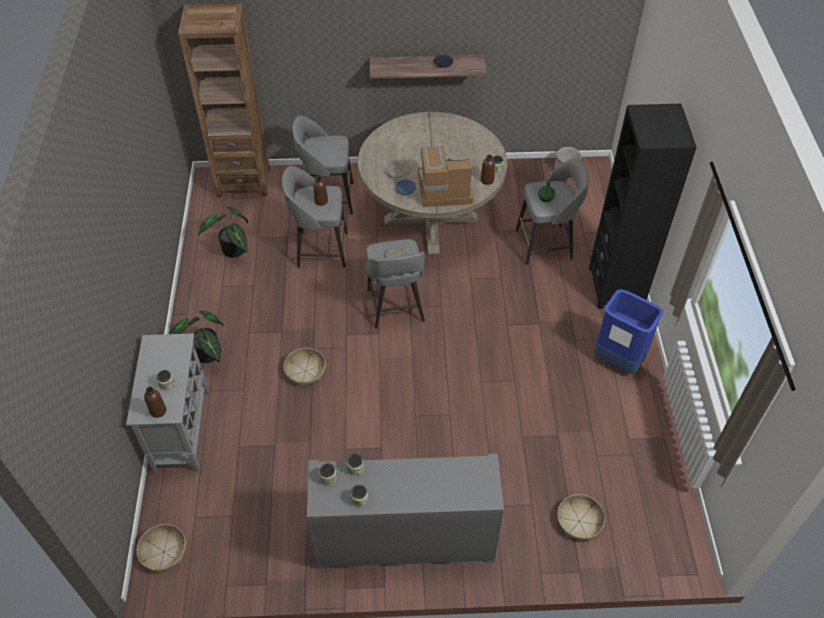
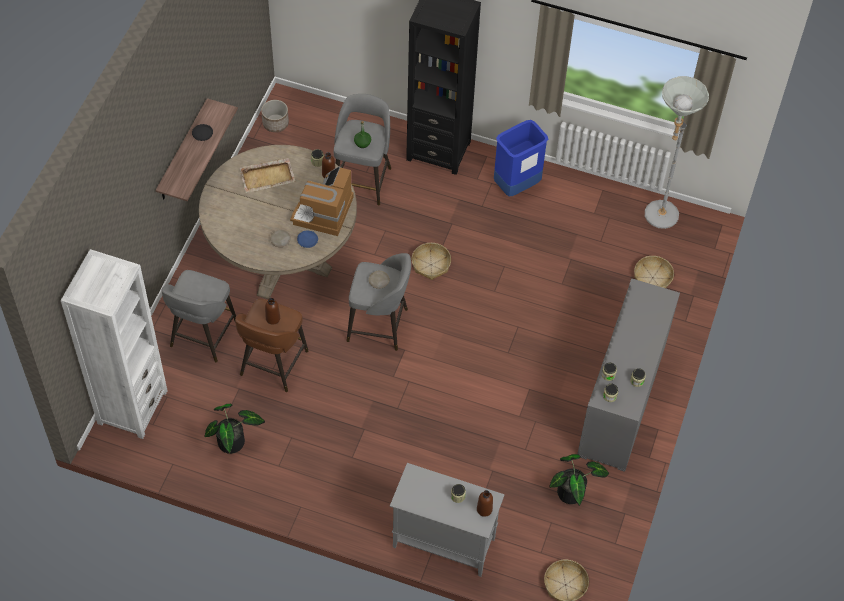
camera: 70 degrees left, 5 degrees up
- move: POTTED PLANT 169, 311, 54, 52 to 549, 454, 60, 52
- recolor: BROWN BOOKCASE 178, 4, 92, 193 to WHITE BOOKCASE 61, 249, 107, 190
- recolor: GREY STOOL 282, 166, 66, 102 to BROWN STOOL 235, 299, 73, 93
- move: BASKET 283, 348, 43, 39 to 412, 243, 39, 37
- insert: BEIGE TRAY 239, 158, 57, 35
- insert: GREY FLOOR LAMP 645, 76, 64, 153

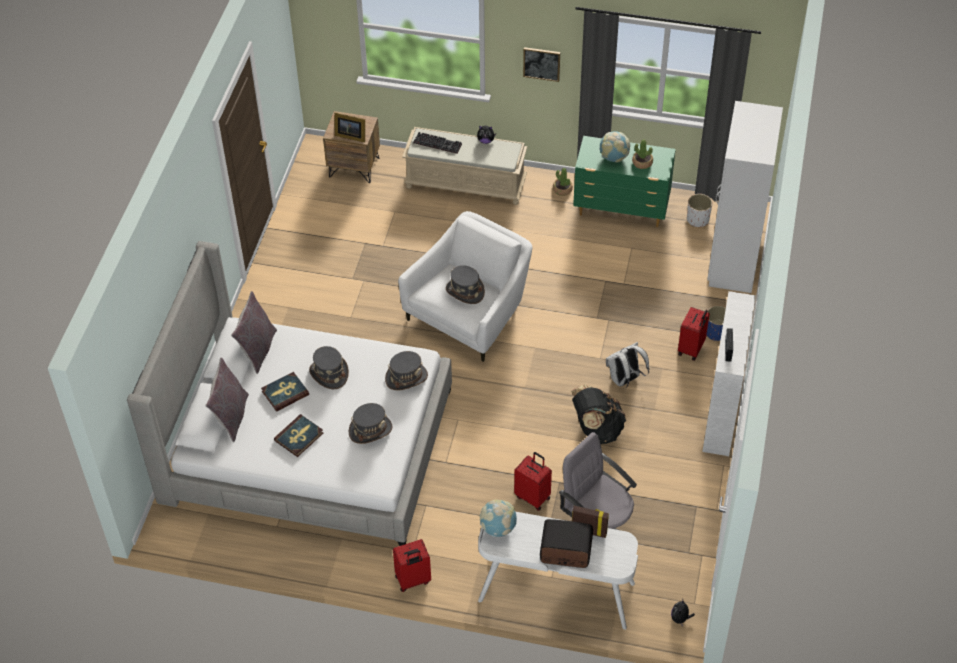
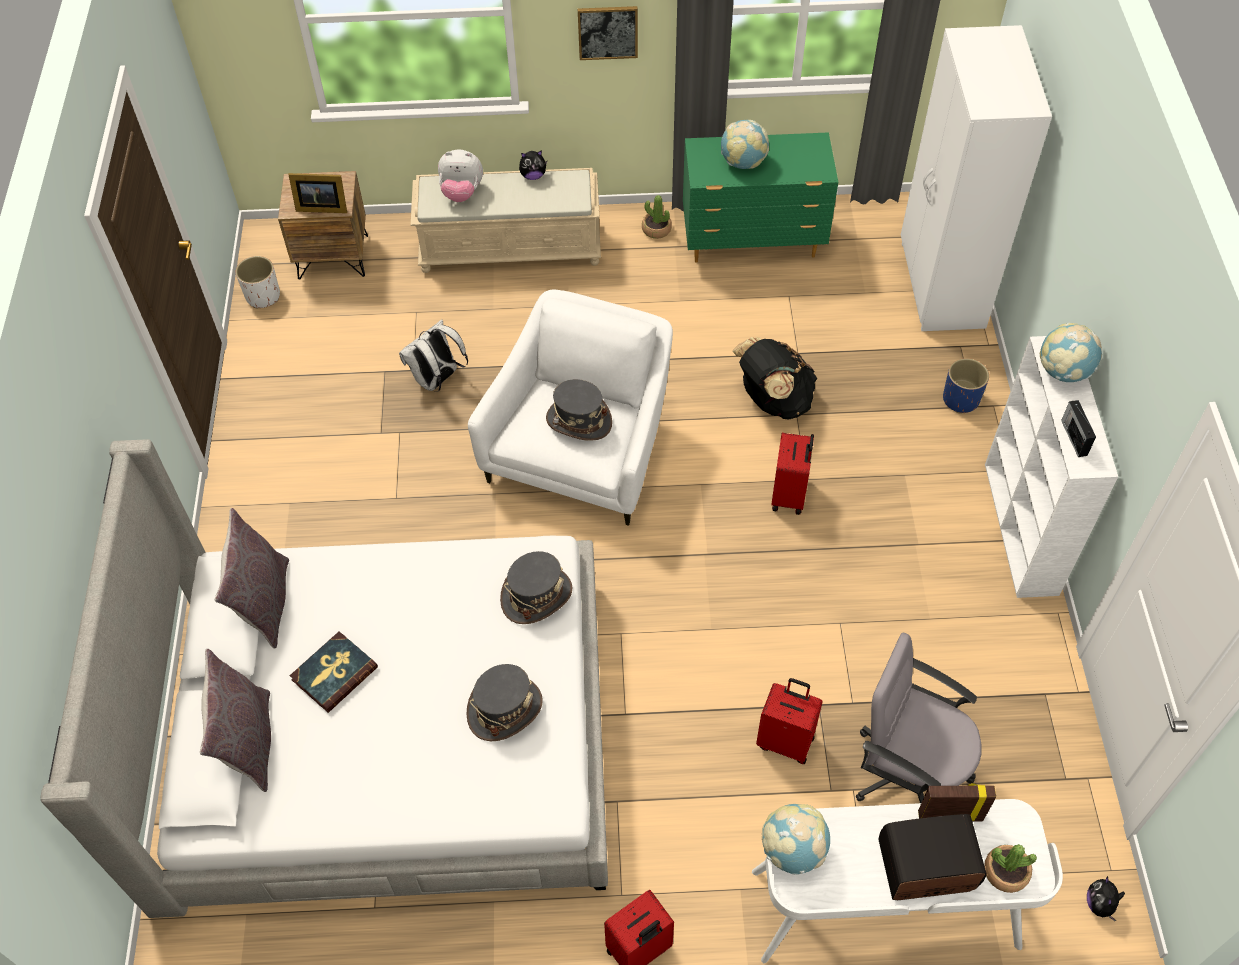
camera: 15 degrees left, 5 degrees up
- delete: BOOK 274, 414, 49, 43
- delete: GREY HAT 309, 346, 40, 43
- replace: KEYBOARD 413, 132, 49, 22 to PLUSH TOY 438, 150, 45, 52
- move: BLACK BACKPACK 571, 385, 55, 59 to 733, 337, 85, 83
- move: WHITE BACKPACK 606, 342, 43, 46 to 399, 319, 69, 73
- move: POTTED PLANT 632, 140, 21, 29 to 984, 844, 53, 49
- move: RED SUITCASE 678, 307, 32, 54 to 771, 433, 43, 82
- move: WHITE PLANTER 687, 194, 25, 33 to 236, 256, 44, 52
- insert: GLOBE 1040, 323, 62, 59

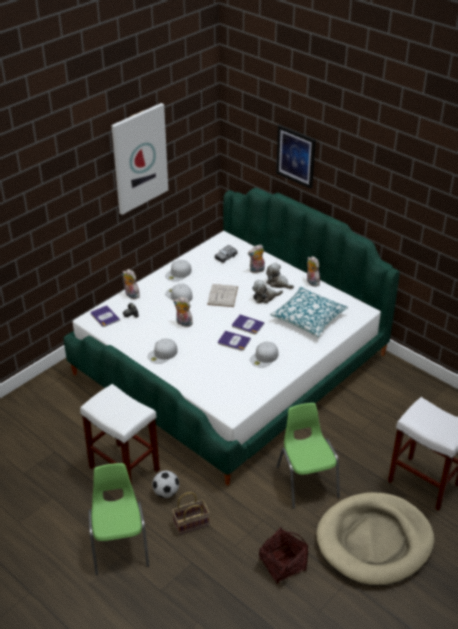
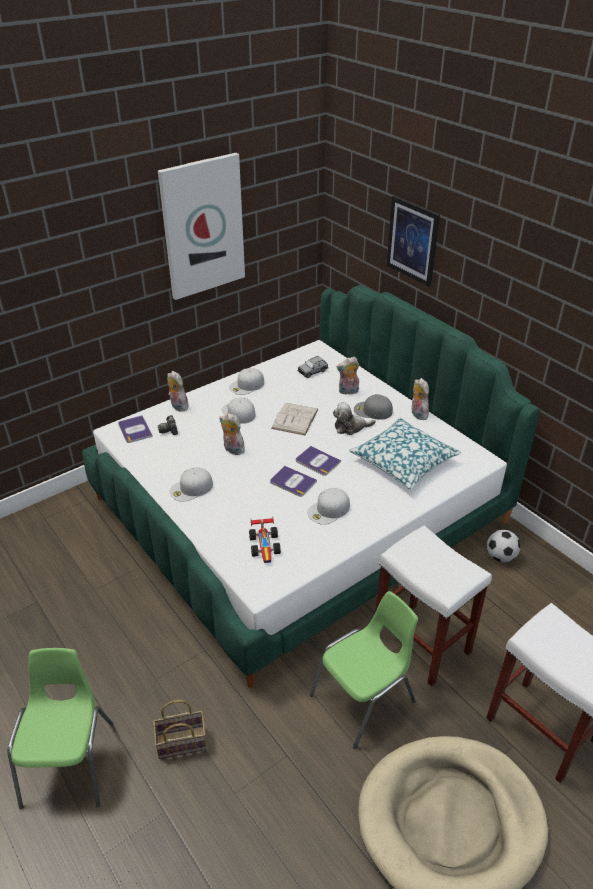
camera: 10 degrees right, 0 degrees up
- move: WHITE STOOL 80, 384, 80, 101 to 375, 526, 117, 161
- move: FOOTBALL 152, 471, 27, 27 to 487, 530, 34, 32
- delete: BASKET 259, 527, 49, 57
- replace: PLUSH TOY 266, 263, 28, 26 to GREY CAP 354, 394, 39, 26
- rotate: GREEN CHAIR 277, 403, 63, 106 = 310, 591, 108, 158 60 degrees clockwise
- insert: TOY CAR 249, 517, 32, 46

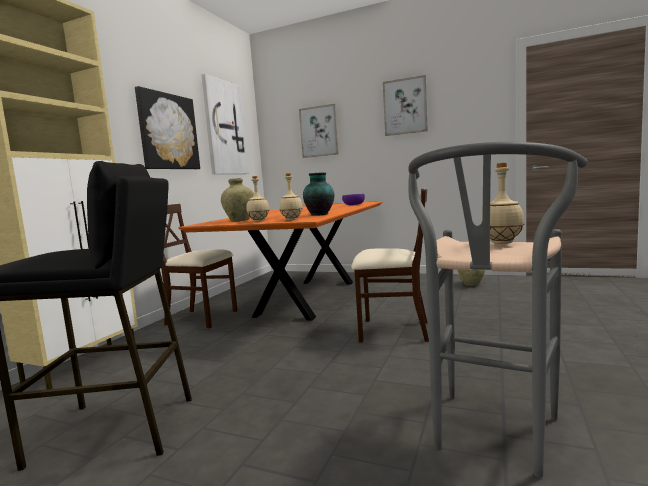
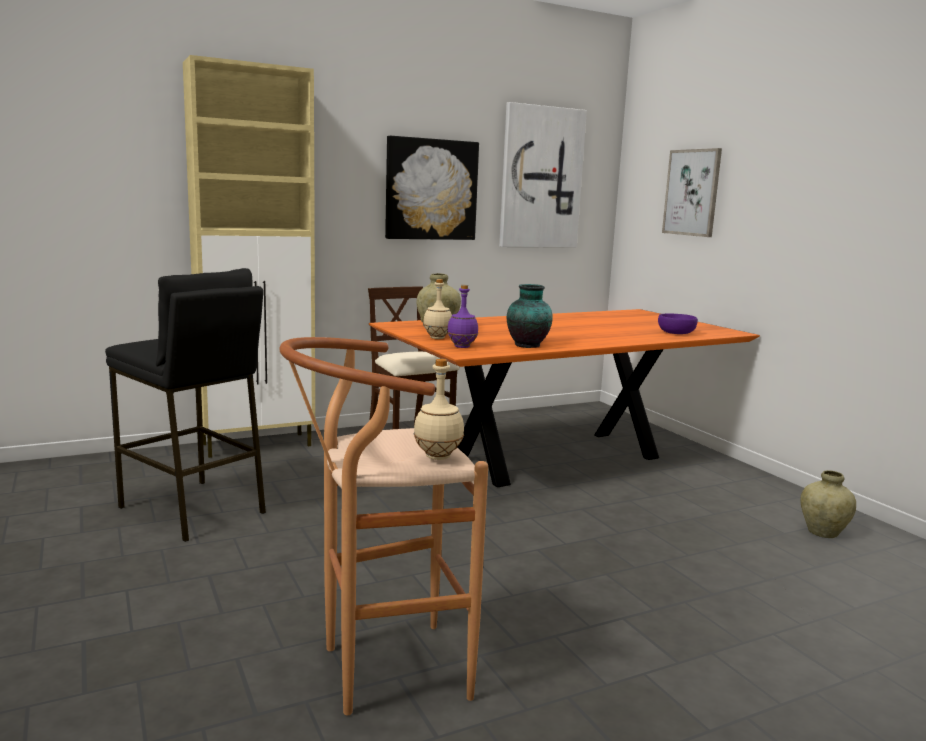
camera: 40 degrees right, 5 degrees up
- recolor: BEIGE BOTTLE 280, 173, 23, 47 to PURPLE BOTTLE 447, 285, 31, 63
- delete: BEIGE CHAIR 351, 189, 78, 154
- delete: PICTURE 383, 75, 45, 61
- recolor: GREY STOOL 408, 142, 180, 336 to BROWN STOOL 279, 337, 209, 378

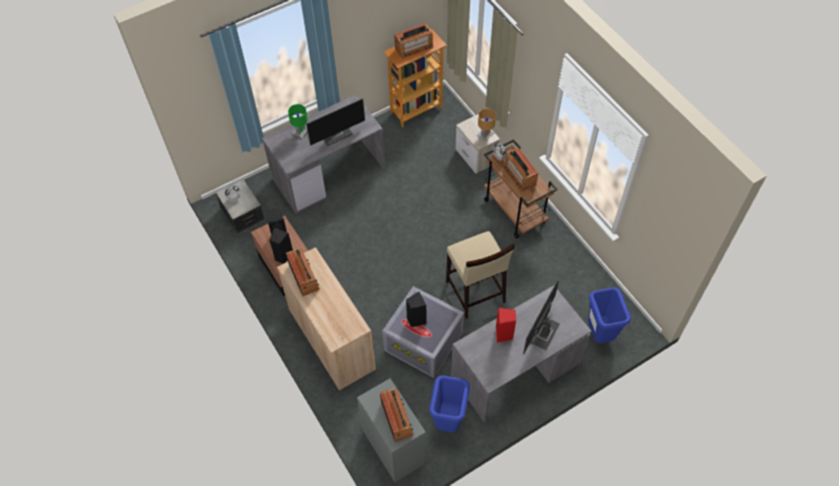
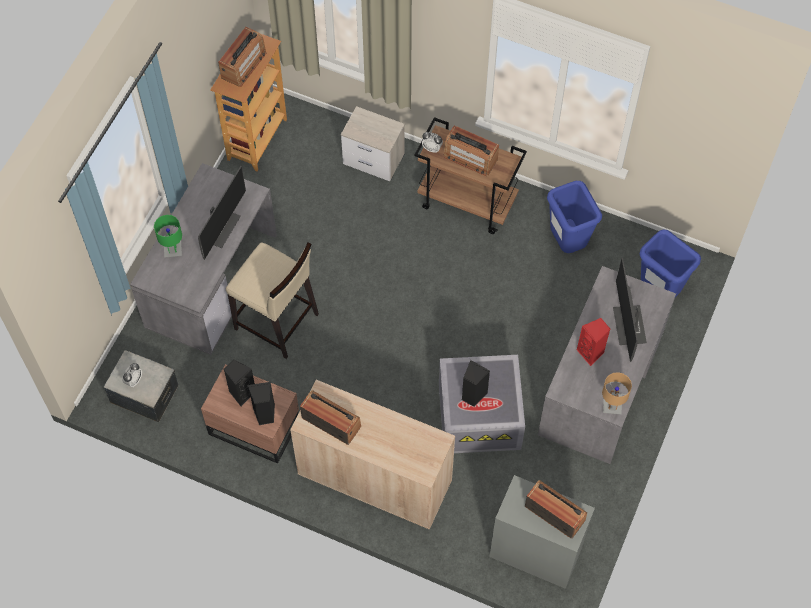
camera: 35 degrees left, 5 degrees up
- move: BLUE TRASH CAN 429, 375, 41, 57 to 547, 181, 55, 72
- move: BEIGE STOOL 446, 231, 69, 88 to 226, 242, 93, 117
- move: BROWN TABLE LAMP 477, 108, 19, 33 to 602, 372, 30, 42

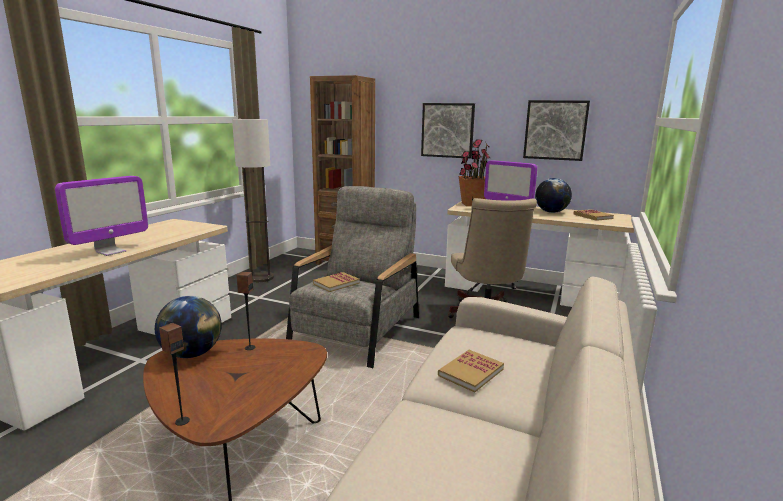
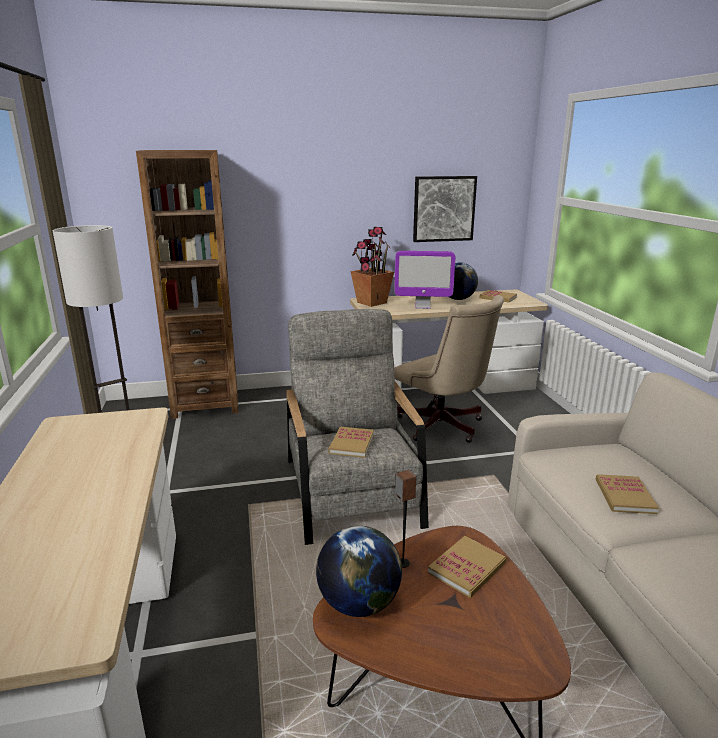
camera: 35 degrees left, 5 degrees up
- delete: MONITOR 55, 176, 93, 80
- delete: SPEAKER 159, 323, 31, 103
- delete: PICTURE 421, 103, 54, 56
- insert: BOOK 428, 536, 79, 62

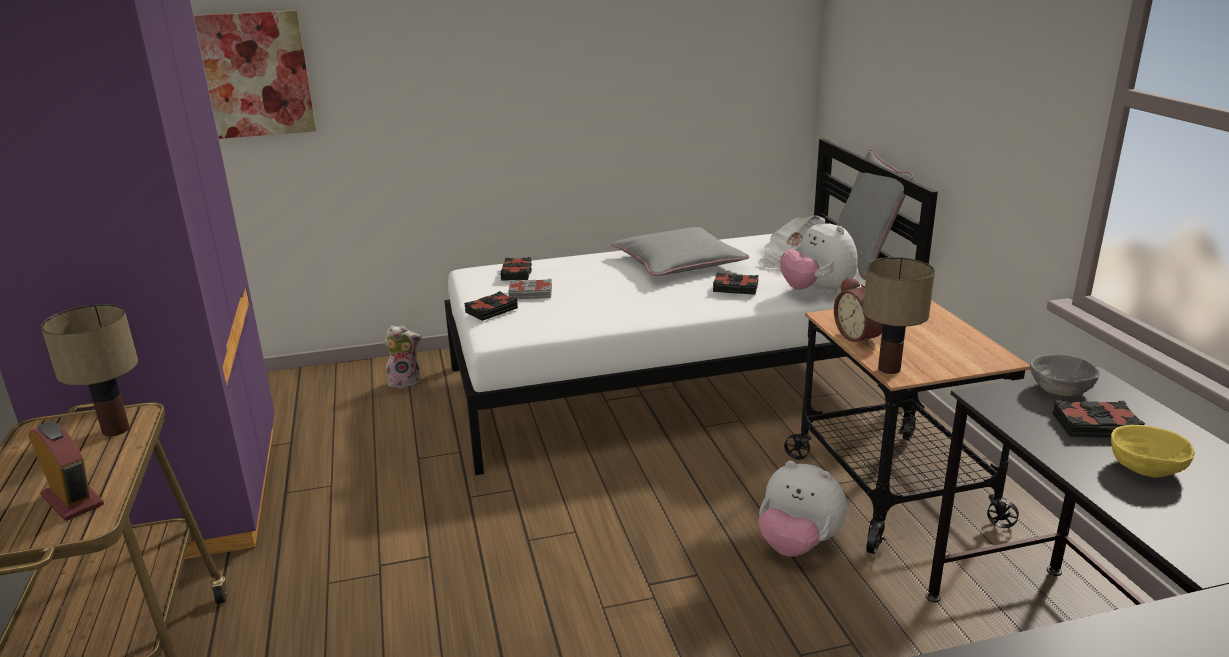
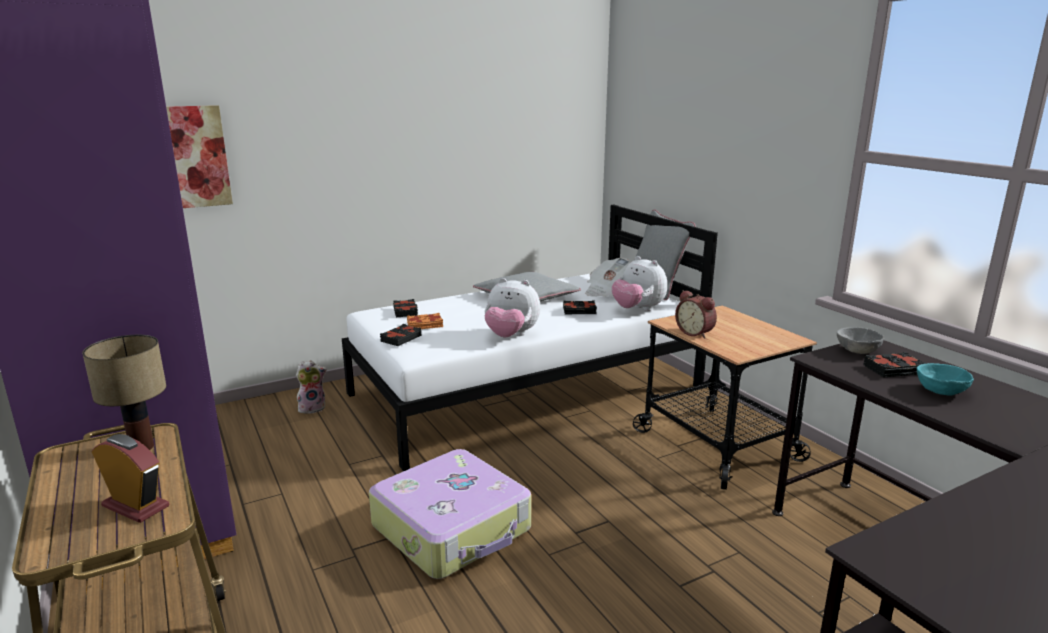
camera: 15 degrees left, 5 degrees down
- recolor: GREY BOOK 508, 279, 44, 20 to ORANGE BOOK 407, 313, 36, 16
- move: PLUSH TOY 758, 461, 89, 96 to 485, 278, 56, 59
- delete: TABLE LAMP 863, 257, 72, 117
- recolor: YELLOW BOWL 1111, 425, 84, 53 to TURQUOISE BOWL 917, 363, 57, 33
- insert: SUITCASE 369, 449, 162, 130

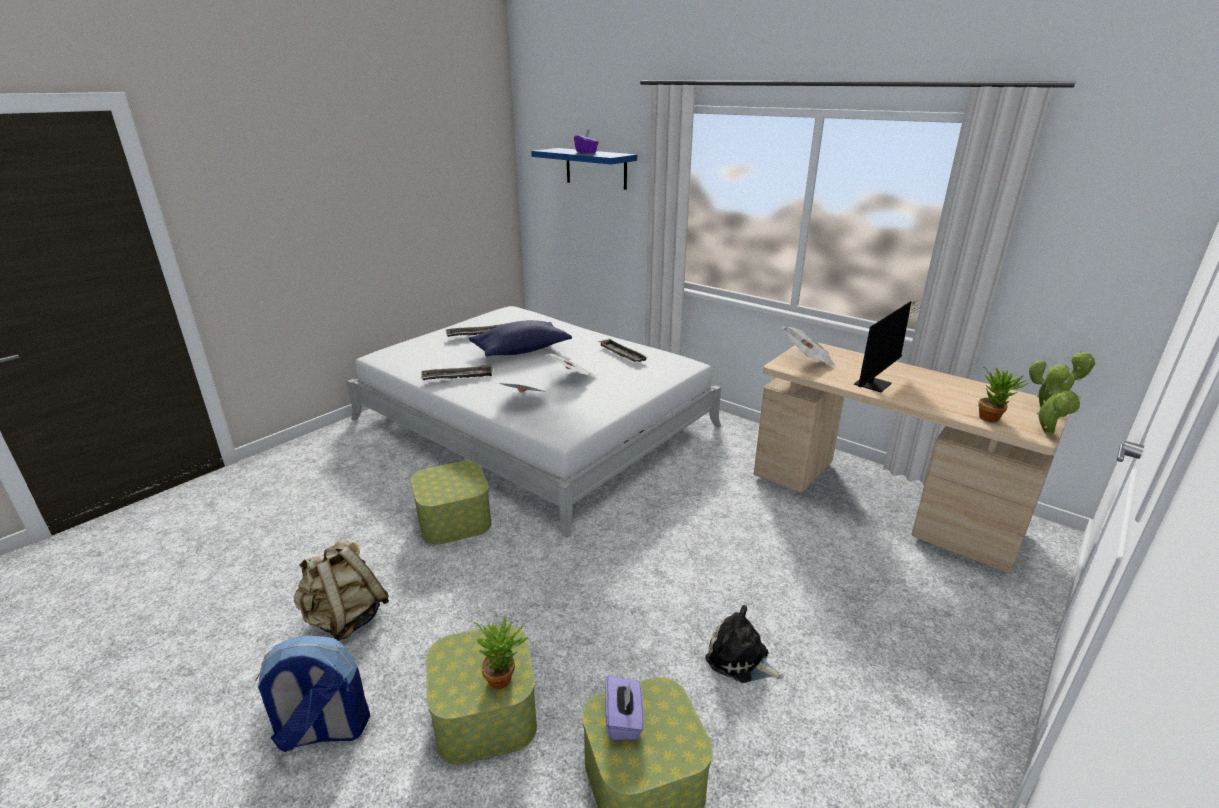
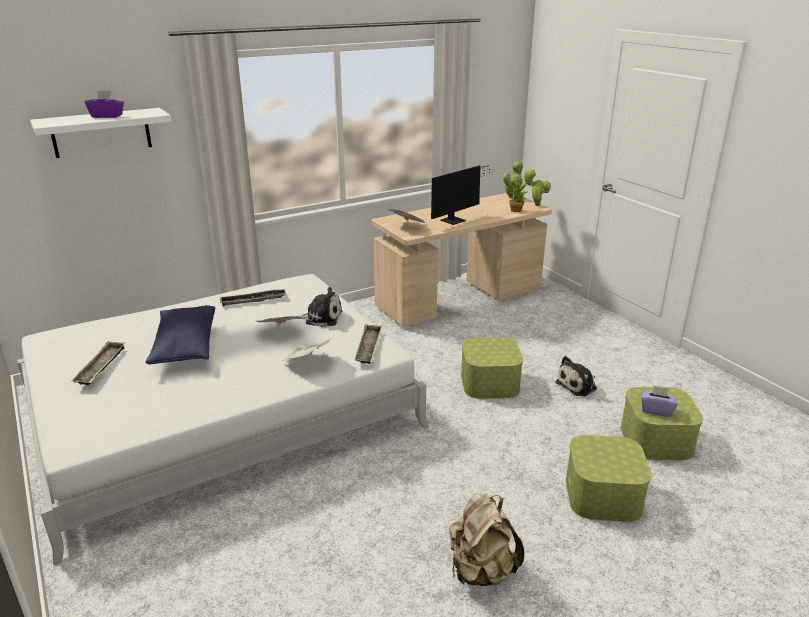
camera: 70 degrees left, 0 degrees up
- delete: BACKPACK 255, 635, 115, 117
- move: STORAGE BOX 411, 461, 81, 84 to 461, 337, 62, 62
- move: TRAY 421, 364, 72, 16 to 355, 324, 27, 40
- delete: POTTED PLANT 475, 615, 53, 74
- recolor: BLUE SHELF 531, 148, 106, 42 to WHITE SHELF 30, 108, 142, 50
- rotate: MONITOR 854, 300, 65, 92 = 431, 165, 64, 60 75 degrees clockwise
- insert: PLUSH TOY 297, 287, 45, 40

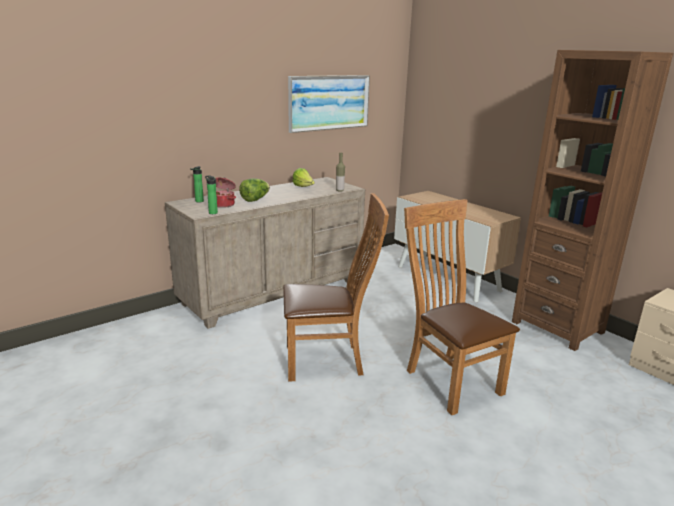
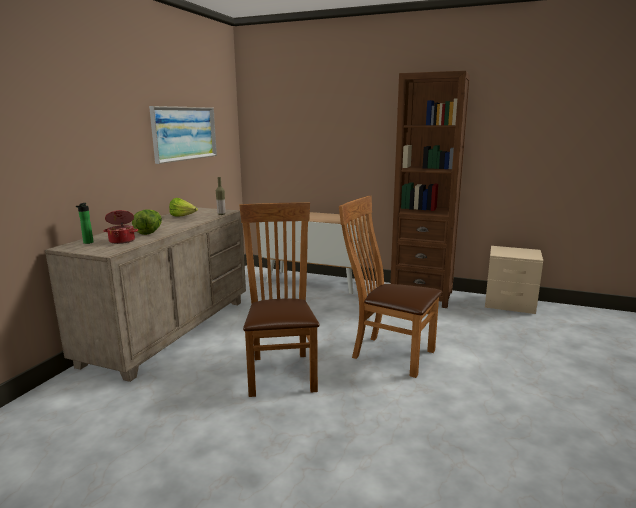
camera: 30 degrees left, 5 degrees down
- delete: BOTTLE 205, 175, 13, 39
- rotate: BROWN CHAIR 283, 193, 106, 189 = 239, 202, 81, 195 60 degrees counterclockwise

